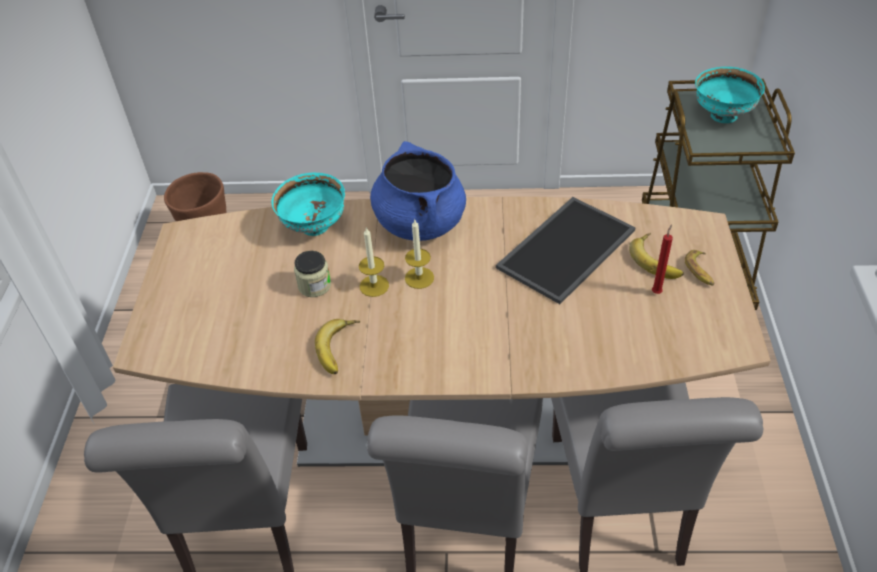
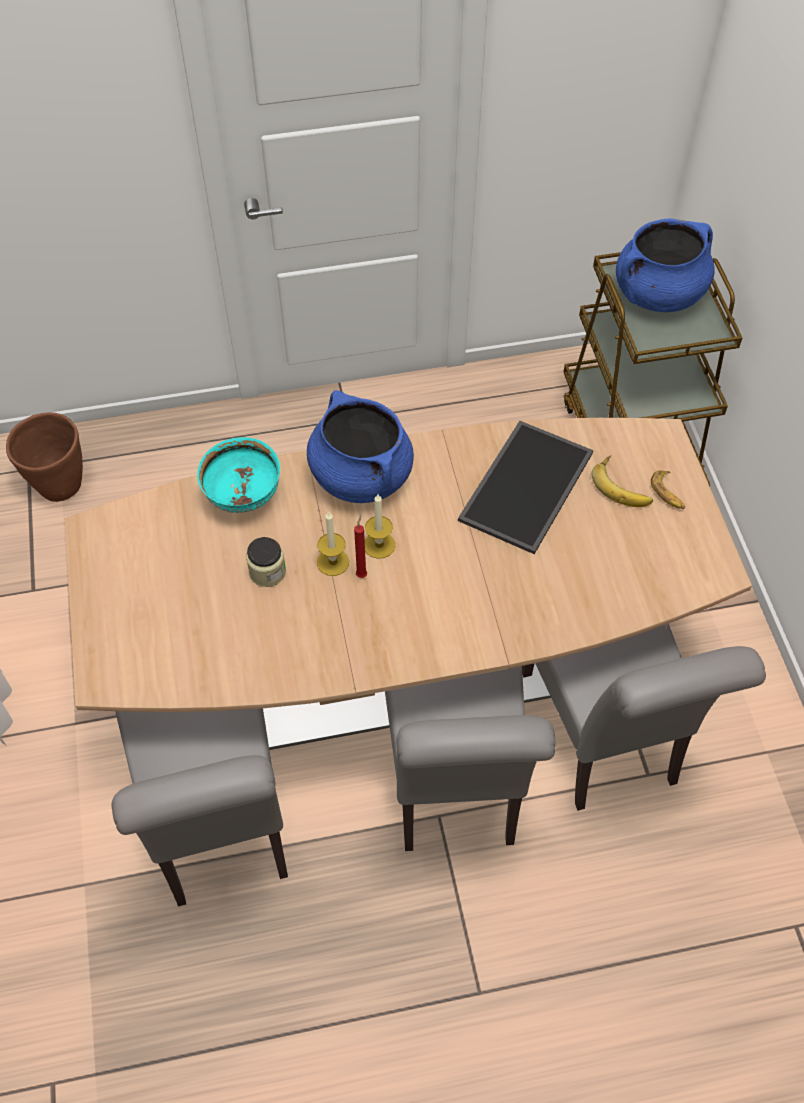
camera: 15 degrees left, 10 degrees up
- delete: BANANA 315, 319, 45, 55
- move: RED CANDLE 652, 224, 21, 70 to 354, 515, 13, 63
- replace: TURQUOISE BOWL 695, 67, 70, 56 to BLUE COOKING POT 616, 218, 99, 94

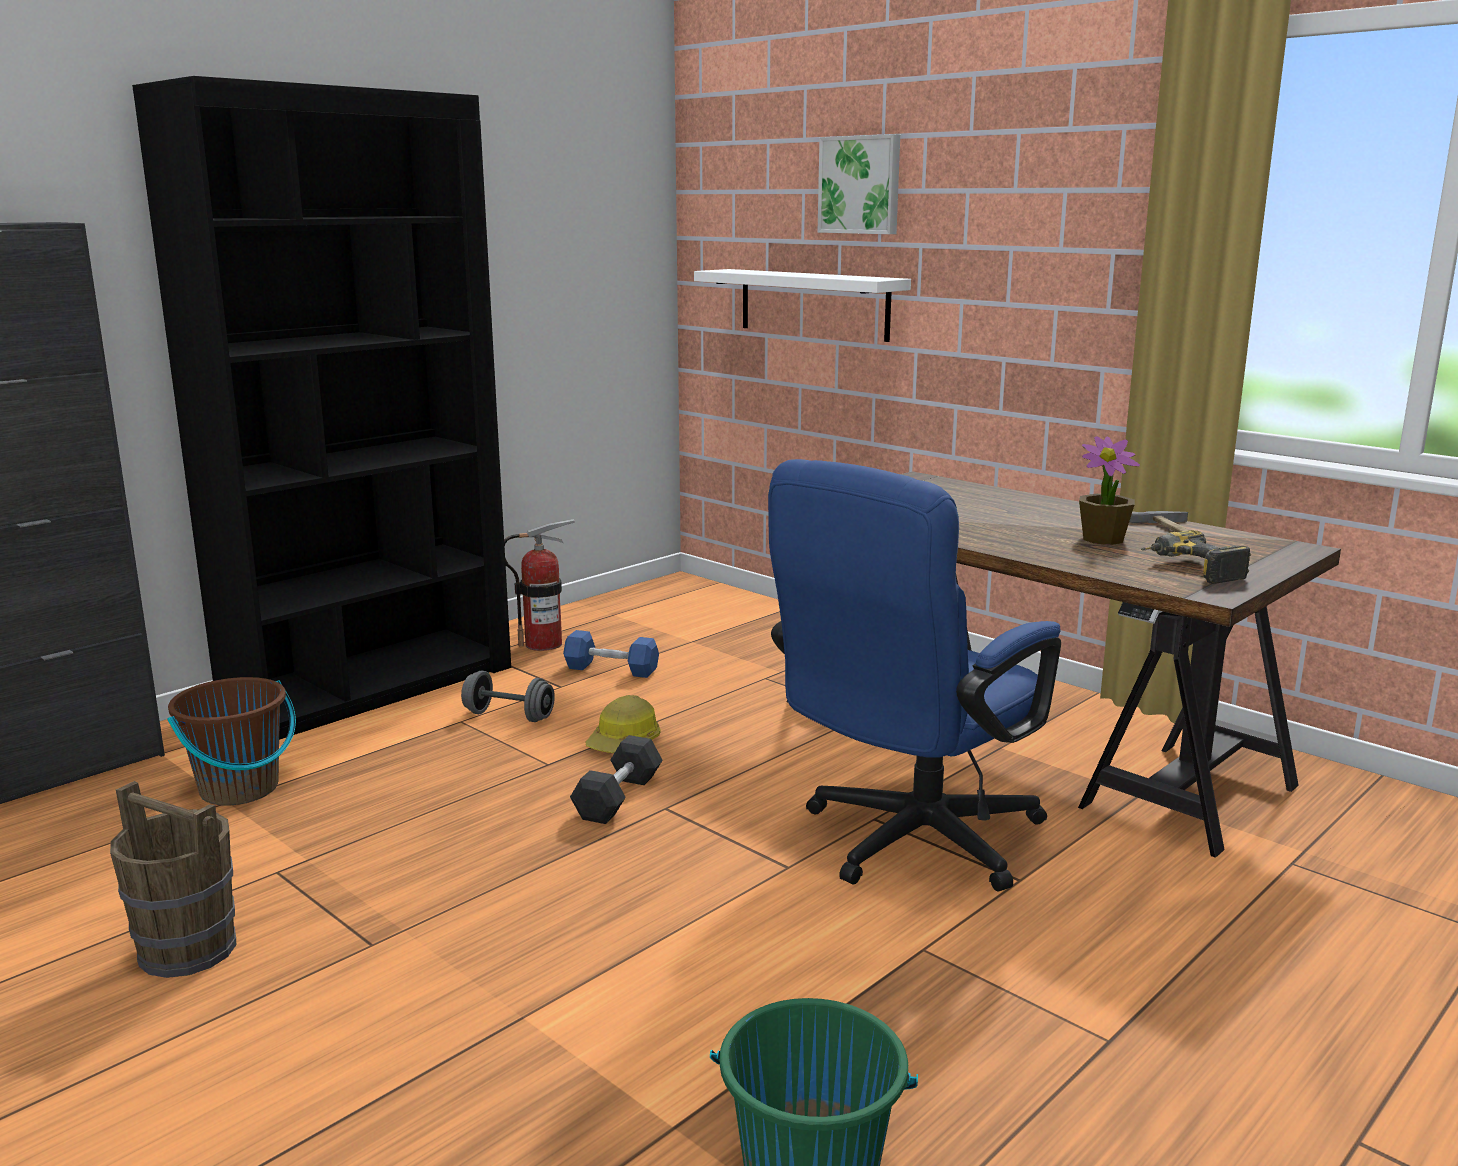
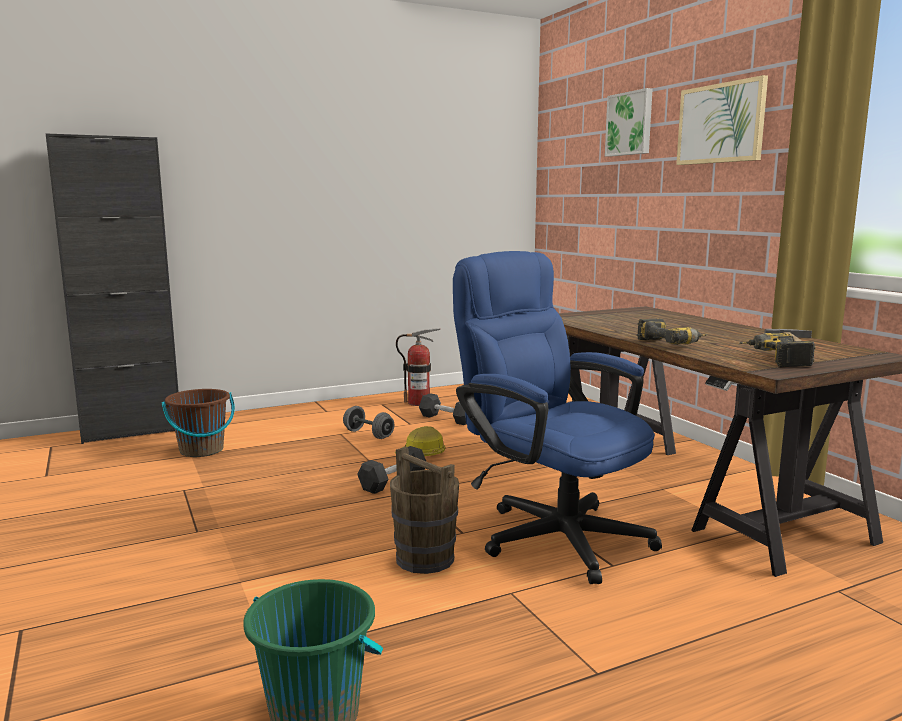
camera: 20 degrees right, 5 degrees down
- move: BROWN BUCKET 110, 781, 126, 197 to 390, 447, 69, 127
- delete: BLACK BOOKCASE 132, 76, 379, 664
- recolor: BLUE DUMBBELL 563, 630, 96, 48 to BLACK DUMBBELL 419, 393, 47, 32
- delete: WHITE SHELF 694, 269, 217, 73
- rotate: BLUE OFFICE CHAIR 768, 459, 293, 433 = 453, 251, 209, 333 75 degrees clockwise
- delete: POTTED PLANT 1079, 436, 61, 109
- insert: POWER DRILL 637, 319, 71, 26
- insert: PICTURE 676, 75, 92, 90

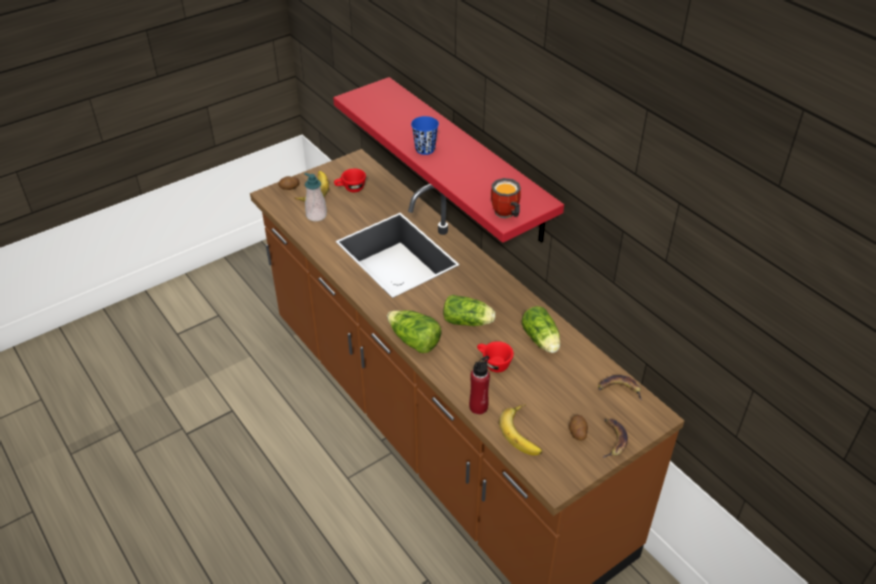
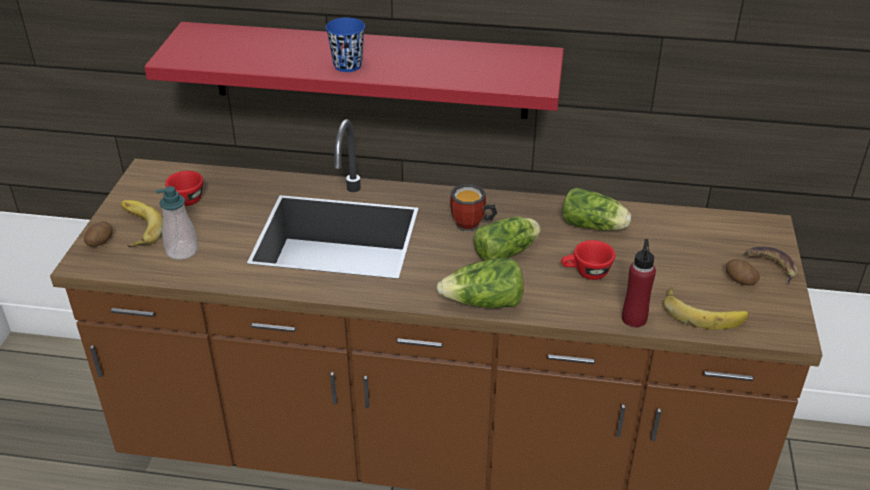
camera: 45 degrees left, 5 degrees down
- move: MUG 491, 178, 30, 40 to 450, 184, 47, 48
- delete: BANANA 598, 375, 44, 25

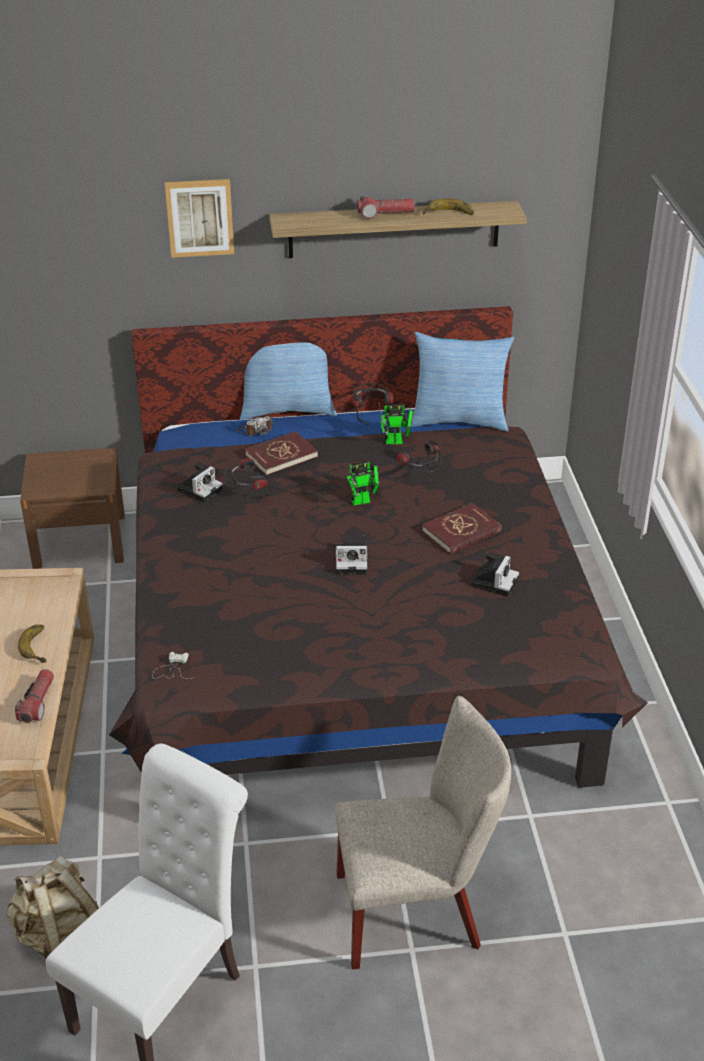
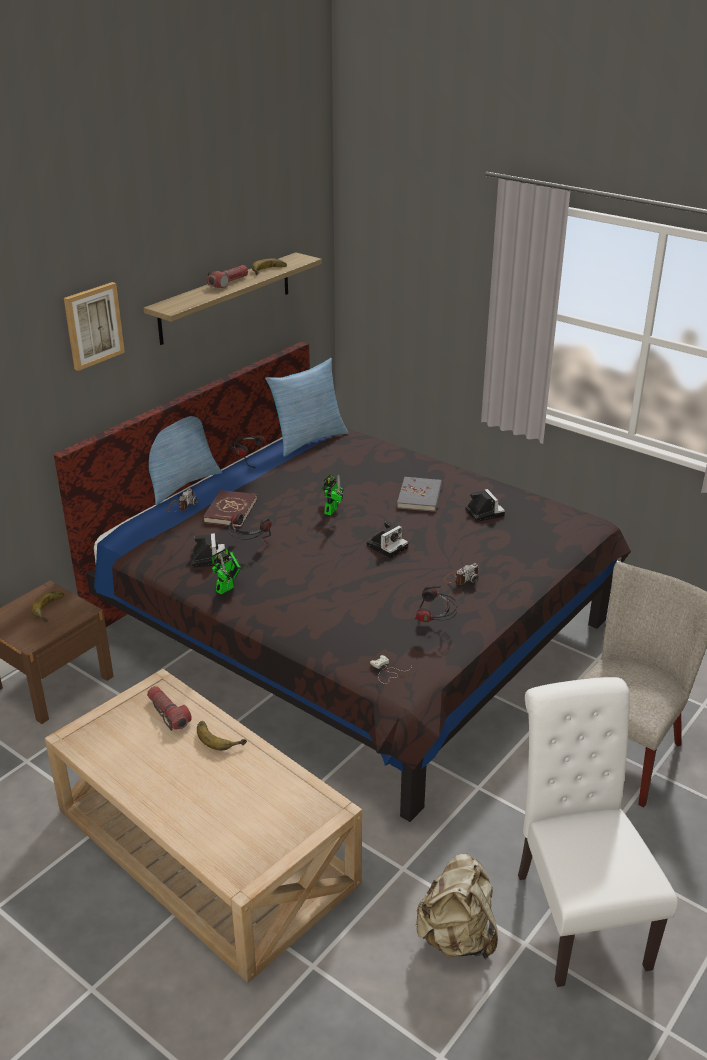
camera: 45 degrees left, 5 degrees down
- move: FLASHLIGHT 15, 669, 39, 54 to 147, 686, 45, 45
- move: TOY ROBOT 378, 402, 36, 42 to 212, 549, 29, 46
- move: HEADPHONES 397, 440, 46, 32 to 415, 586, 42, 36
- recolor: RED BOOK 422, 503, 80, 52 to GREY BOOK 397, 477, 45, 35
- insert: BANANA 31, 591, 33, 31
- insert: PHOTO CAMERA 444, 563, 35, 22

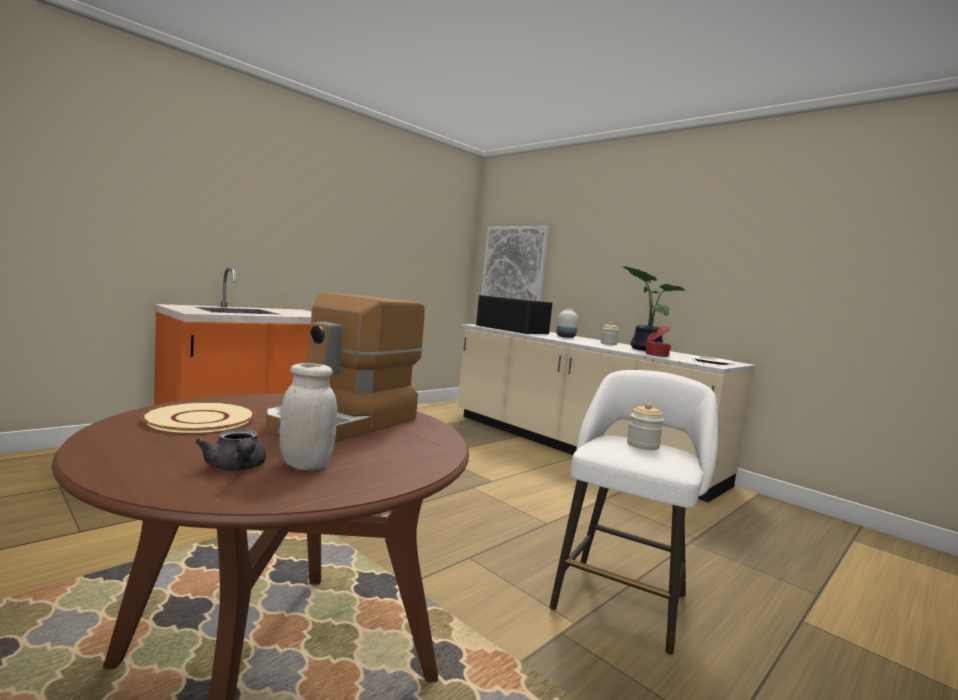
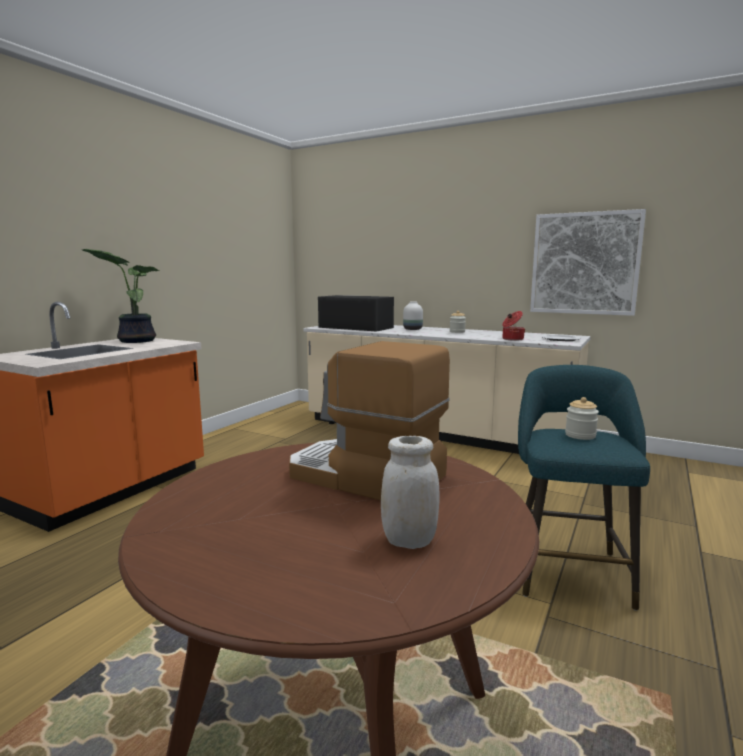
camera: 15 degrees left, 5 degrees up
- delete: BEIGE PLATE 141, 402, 114, 31
- delete: GREY TEAPOT 196, 429, 70, 42
- rotate: COFFEE MACHINE 266, 293, 159, 149 = 289, 341, 161, 159 105 degrees clockwise
- move: PICTURE 481, 226, 68, 75 to 530, 209, 116, 107
- recolor: WHITE STOOL 550, 370, 168, 286 to TURQUOISE STOOL 518, 365, 132, 246
- move: POTTED PLANT 623, 266, 62, 85 to 82, 249, 78, 94

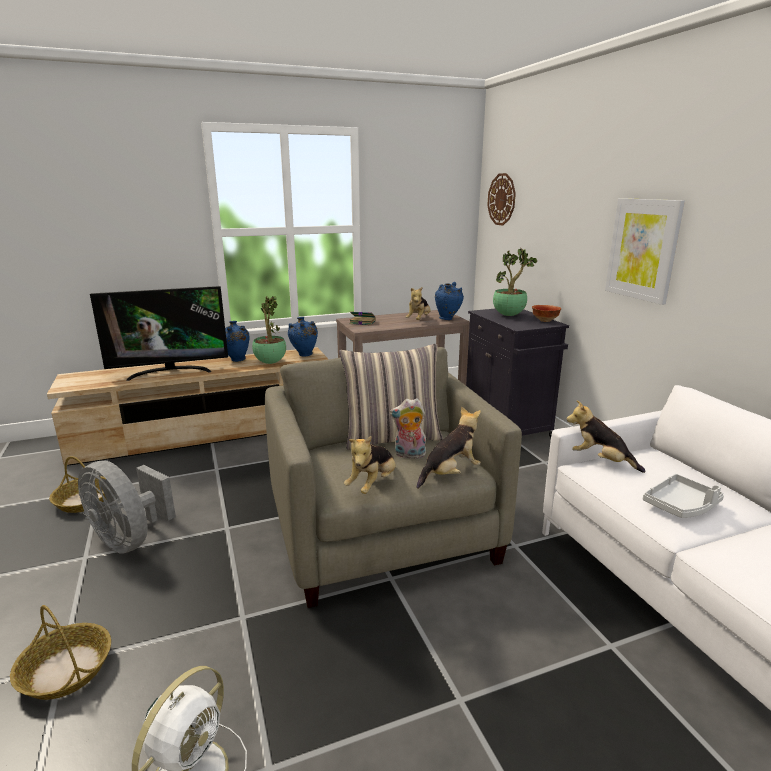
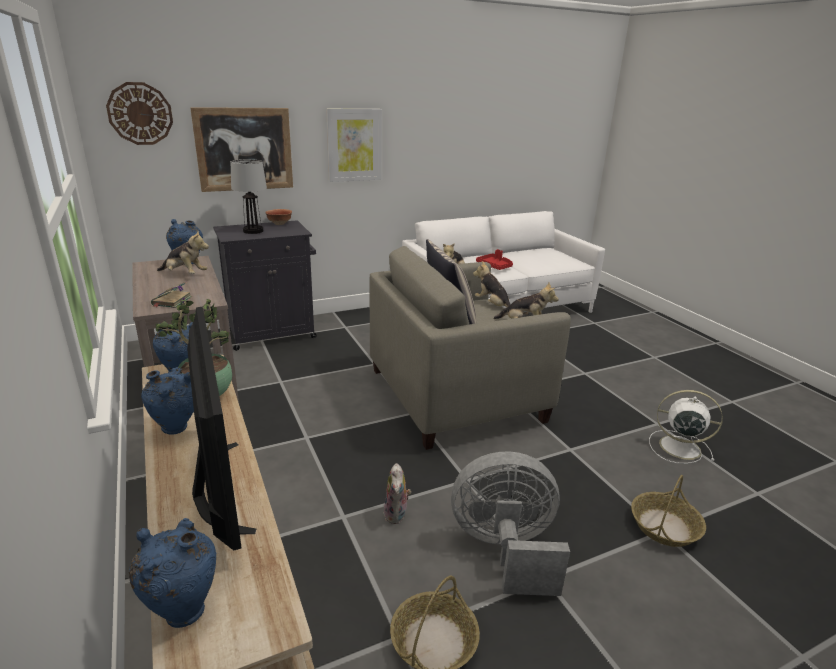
camera: 95 degrees left, 5 degrees up
- rotate: GREY FAN 78, 461, 98, 93 = 451, 451, 119, 145 120 degrees counterclockwise
- move: PLUSH TOY 390, 398, 37, 60 to 384, 463, 28, 61
- replace: POTTED PLANT 493, 248, 44, 68 to TABLE LAMP 231, 159, 36, 75
- recolor: GREY TRAY 643, 474, 81, 44 to RED TRAY 476, 249, 37, 21
- insert: BLUE VASE 129, 518, 88, 110
- insert: PICTURE 190, 107, 103, 85

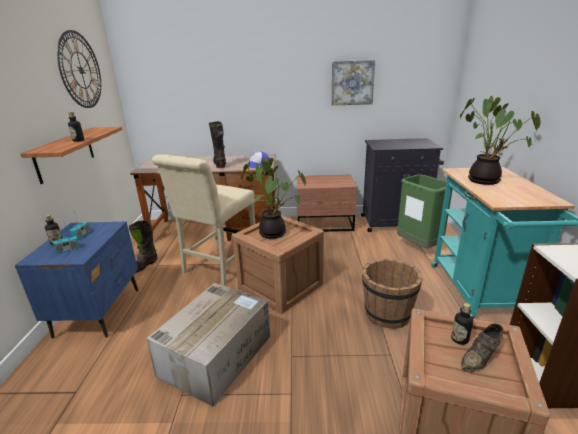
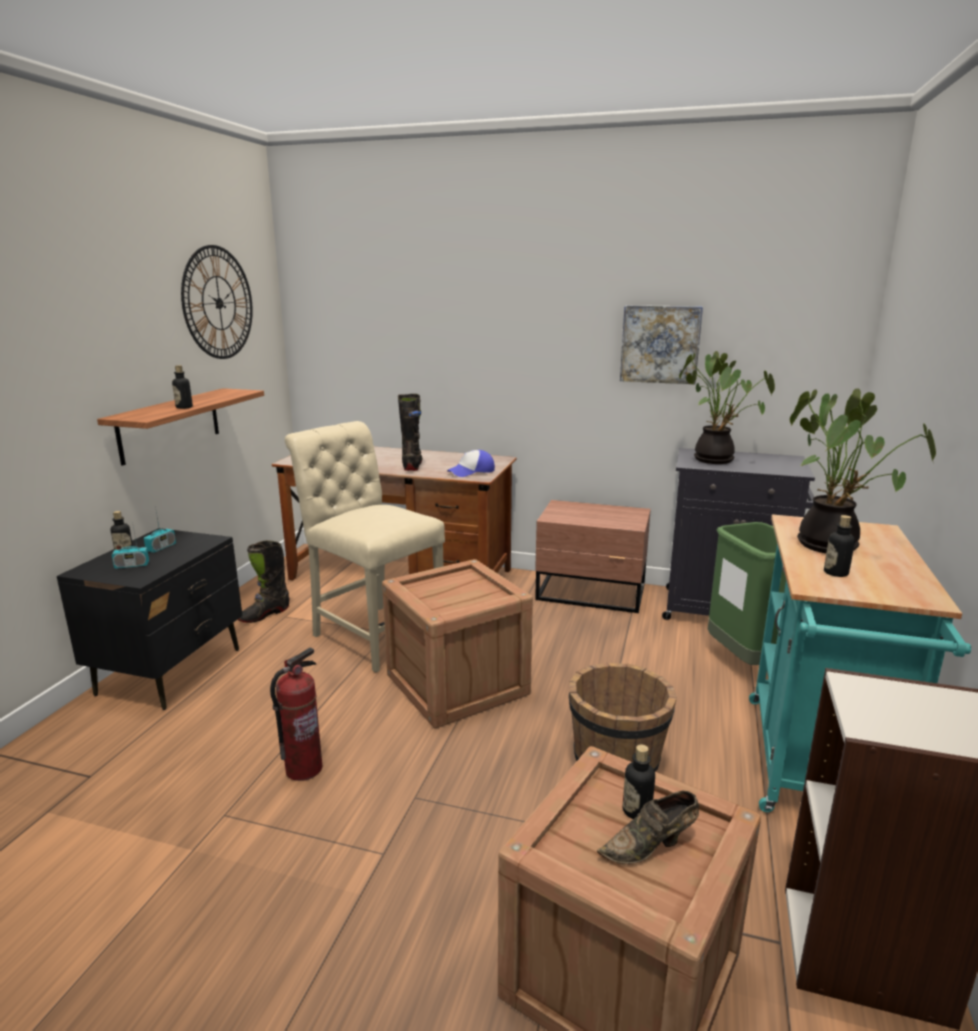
camera: 15 degrees right, 5 degrees down
- recolor: BLUE NIGHTSTAND 15, 222, 123, 116 to BLACK NIGHTSTAND 57, 528, 186, 182
- replace: CARDBOARD BOX 146, 283, 124, 124 to FIRE EXTINGUISHER 270, 647, 53, 134
- rotate: BEIGE CHAIR 152, 155, 104, 130 = 285, 421, 160, 252 90 degrees clockwise
- move: POTTED PLANT 241, 157, 65, 82 to 679, 351, 96, 113
- insert: BOTTLE 824, 515, 31, 62

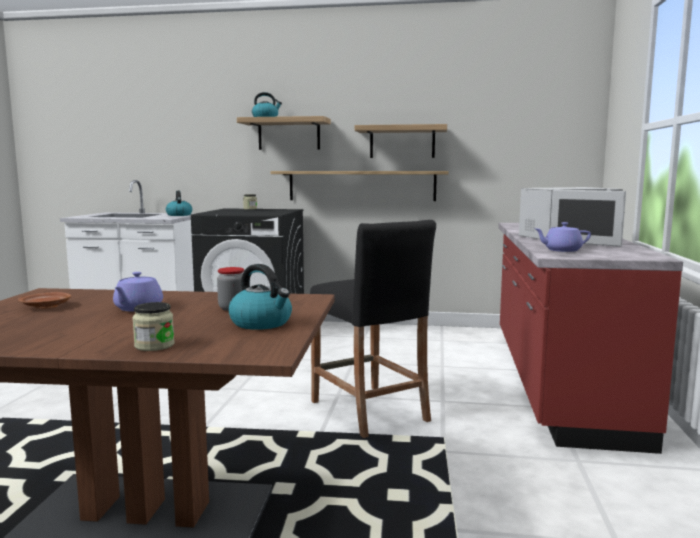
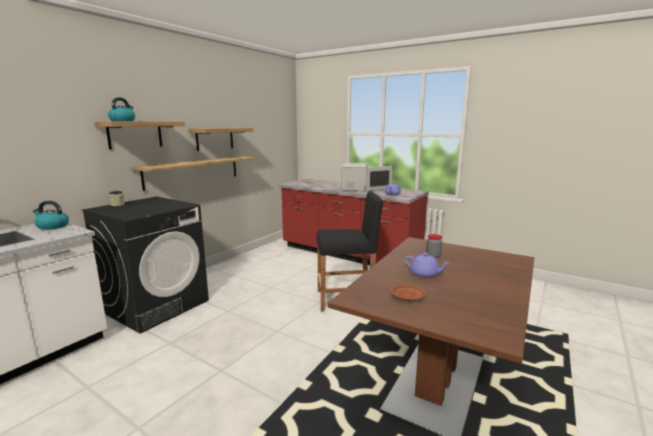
camera: 65 degrees left, 5 degrees up
- delete: JAR 132, 302, 42, 49
- delete: KETTLE 229, 264, 63, 66

